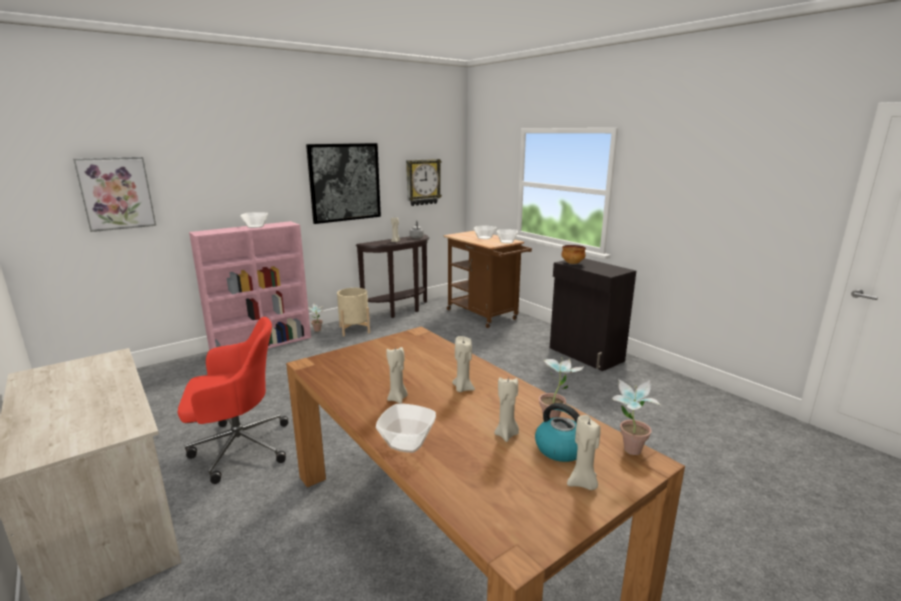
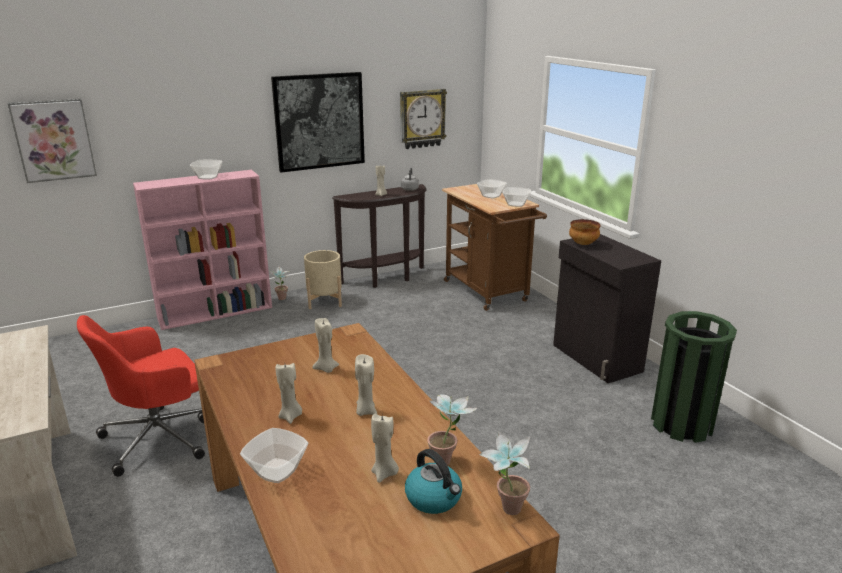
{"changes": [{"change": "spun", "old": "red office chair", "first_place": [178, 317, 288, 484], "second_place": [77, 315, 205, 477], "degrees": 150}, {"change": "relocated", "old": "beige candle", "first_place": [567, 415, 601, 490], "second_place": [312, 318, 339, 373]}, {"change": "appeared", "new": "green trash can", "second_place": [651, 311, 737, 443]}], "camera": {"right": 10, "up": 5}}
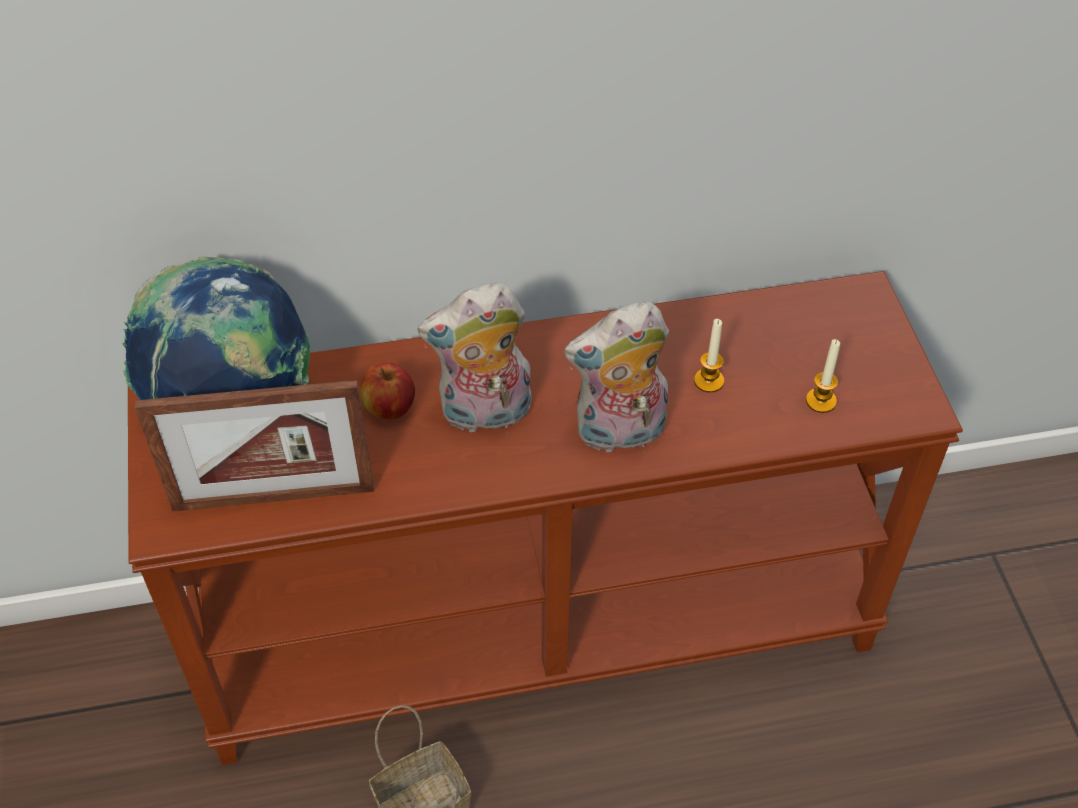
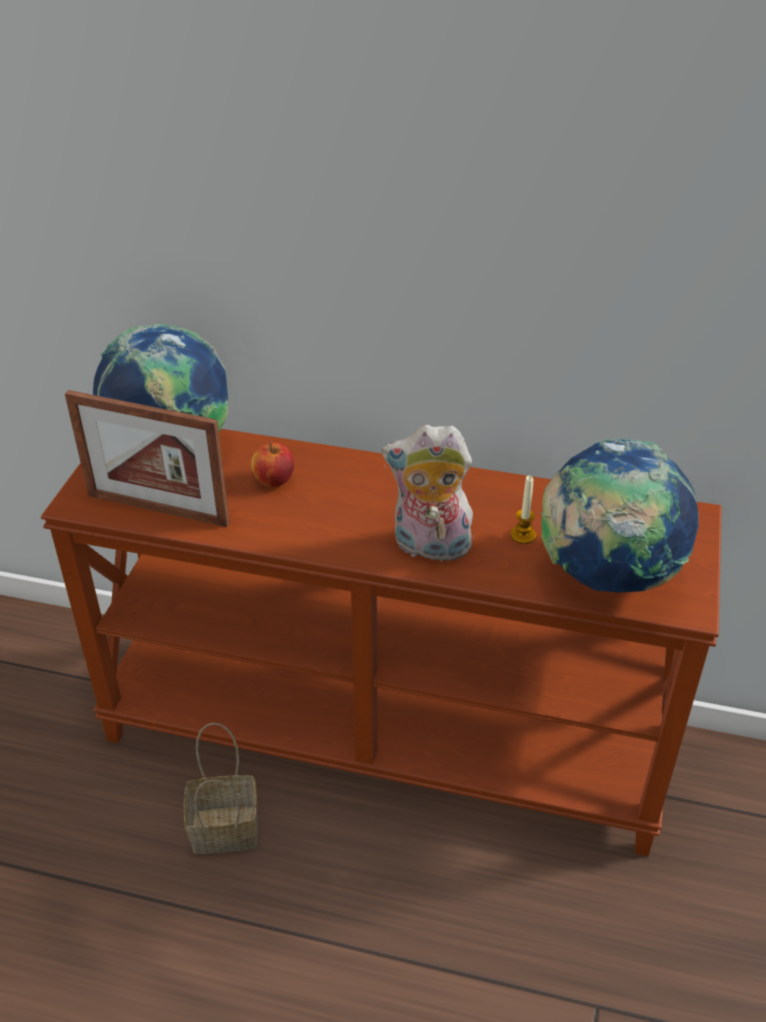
{"changes": [{"change": "exchanged", "old": "candle", "new": "globe", "first_place": [806, 339, 840, 413], "second_place": [541, 439, 699, 593]}, {"change": "missing", "old": "plush toy", "first_place": [418, 282, 532, 434]}], "camera": {"right": 25, "up": -10}}
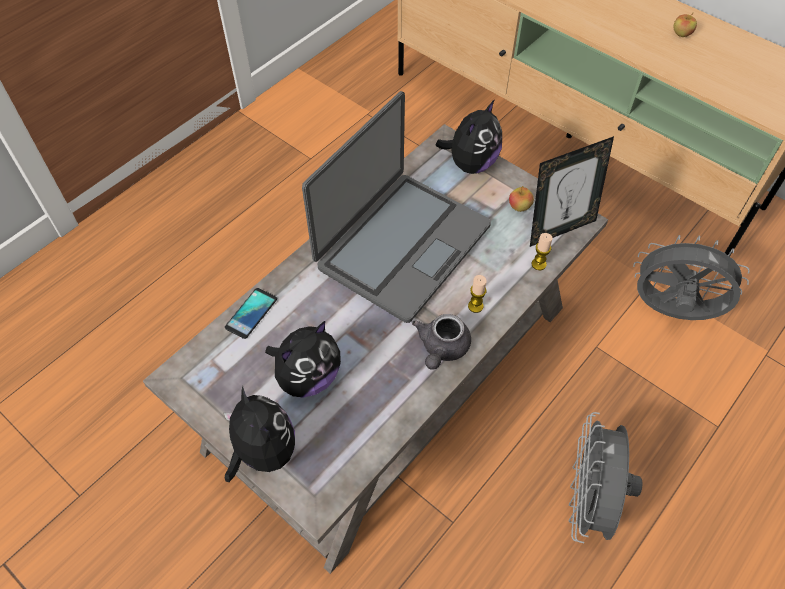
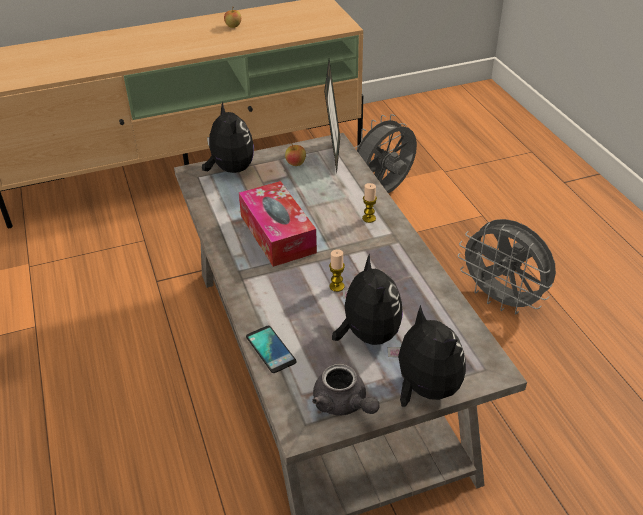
{"changes": [{"change": "exchanged", "old": "laptop", "new": "tissue box", "first_place": [302, 91, 491, 323], "second_place": [239, 181, 317, 267]}, {"change": "relocated", "old": "grey teapot", "first_place": [412, 314, 471, 370], "second_place": [312, 364, 380, 415]}, {"change": "relocated", "old": "candle", "first_place": [532, 233, 553, 270], "second_place": [329, 249, 345, 292]}, {"change": "spun", "old": "plush toy", "first_place": [224, 386, 295, 482], "second_place": [388, 305, 466, 407], "degrees": 60}], "camera": {"right": -60, "up": -15}}
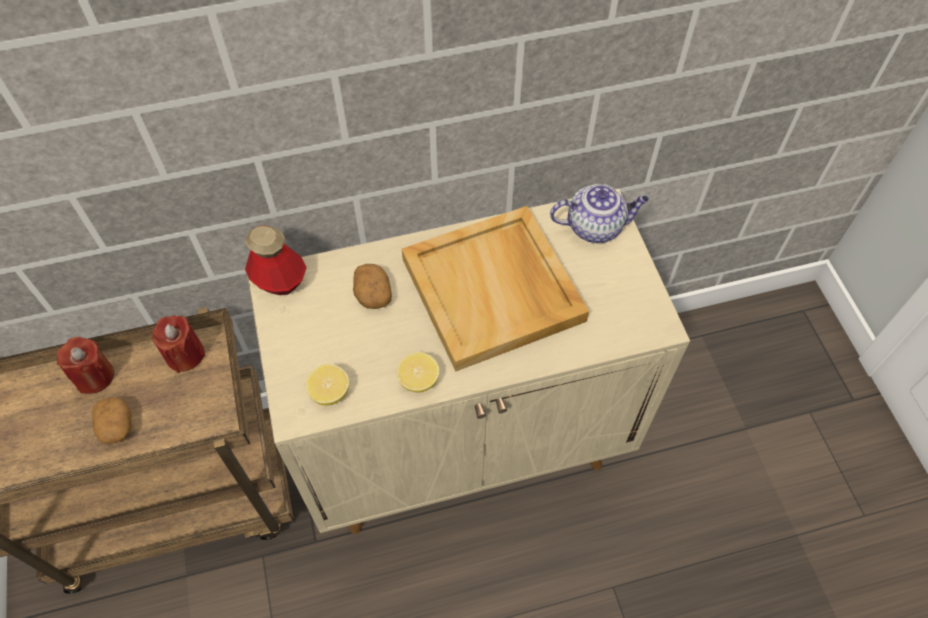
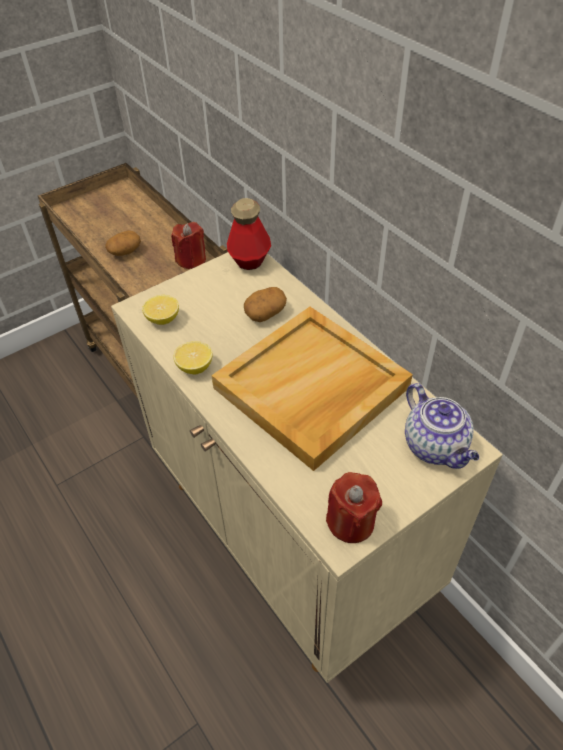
{"changes": [{"change": "relocated", "old": "red candle", "first_place": [57, 337, 114, 394], "second_place": [326, 472, 382, 543]}], "camera": {"right": 70, "up": -10}}
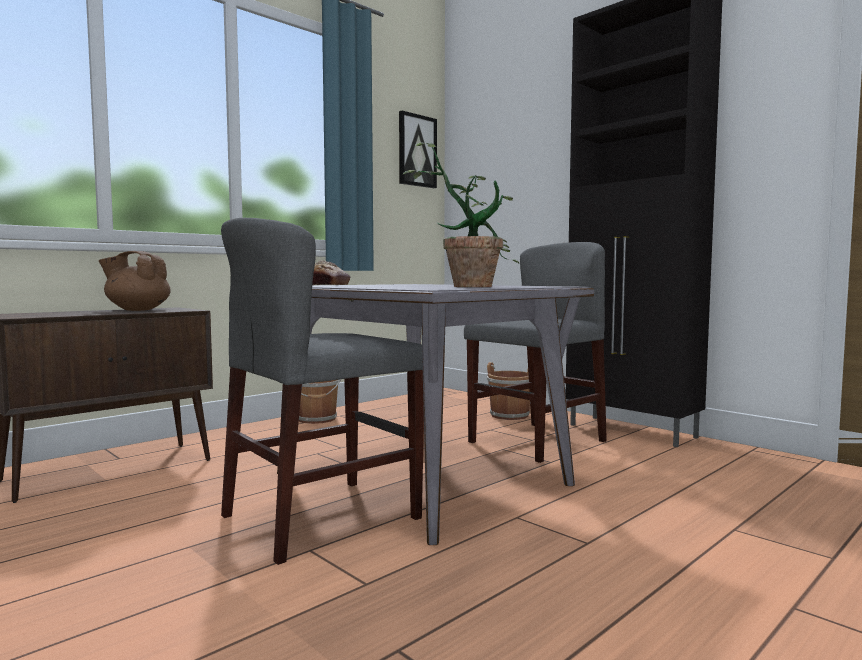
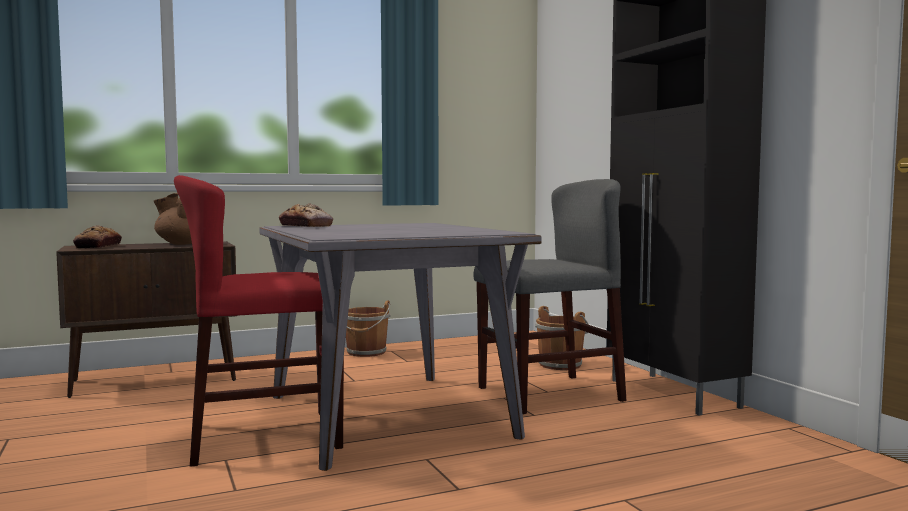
{"changes": [{"change": "appeared", "new": "bread", "second_place": [73, 225, 122, 249]}, {"change": "colour", "old": "grey chair", "new": "red chair", "first_place": [221, 218, 424, 565], "second_place": [174, 175, 344, 467]}, {"change": "missing", "old": "picture", "first_place": [399, 111, 437, 188]}, {"change": "missing", "old": "potted plant", "first_place": [403, 143, 519, 287]}], "camera": {"right": 20, "up": 0}}
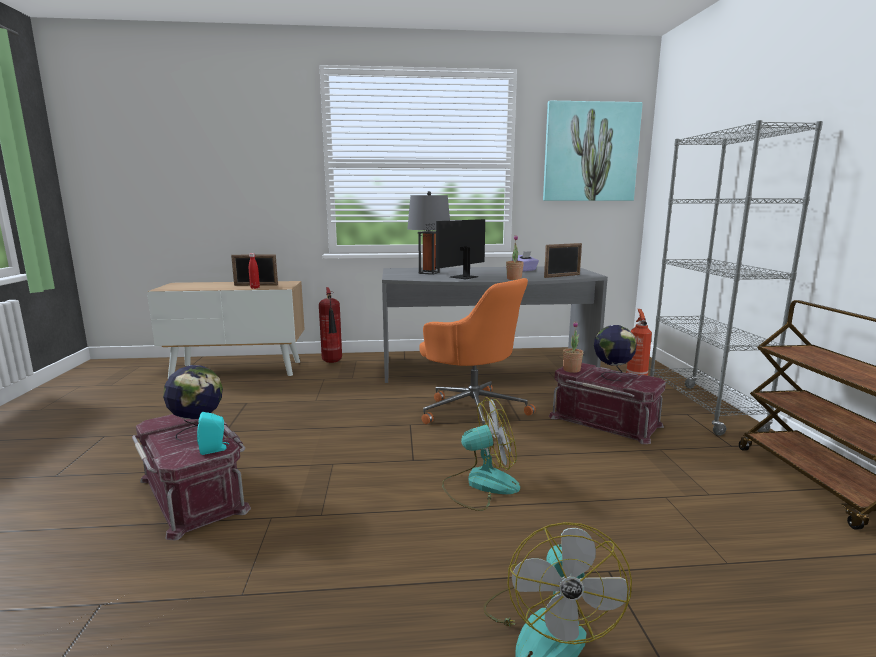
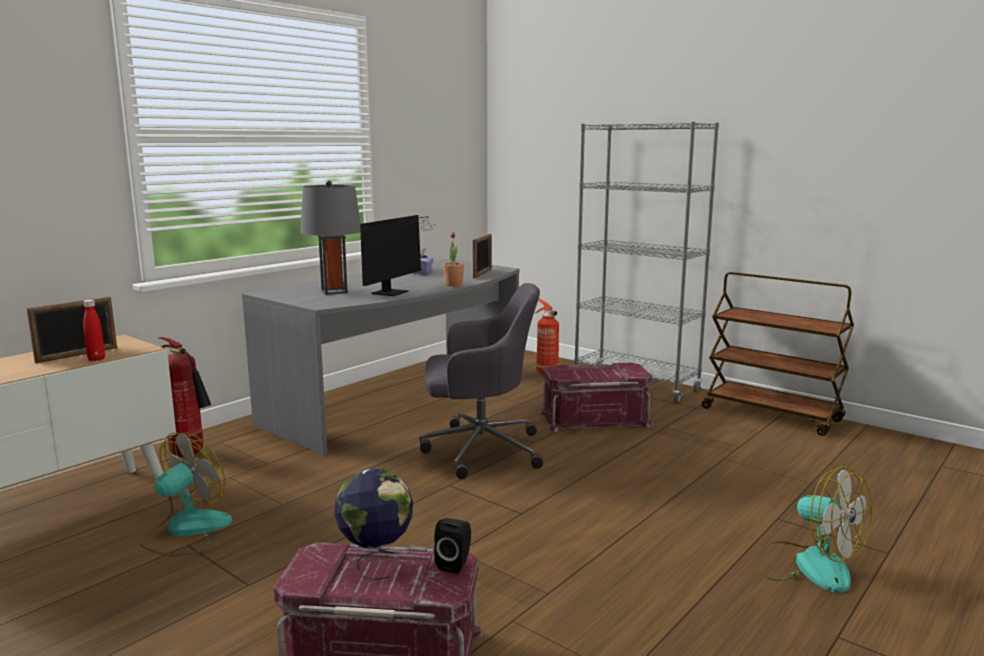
{"changes": [{"change": "relocated", "old": "fan", "first_place": [442, 397, 520, 511], "second_place": [140, 432, 232, 556]}, {"change": "spun", "old": "monitor", "first_place": [418, 219, 485, 279], "second_place": [360, 215, 435, 296], "degrees": -150}, {"change": "colour", "old": "orange office chair", "new": "grey office chair", "first_place": [419, 278, 536, 434], "second_place": [419, 283, 543, 479]}, {"change": "colour", "old": "turquoise speaker", "new": "black speaker", "first_place": [197, 412, 229, 455], "second_place": [434, 518, 471, 574]}, {"change": "missing", "old": "picture", "first_place": [543, 101, 643, 201]}, {"change": "missing", "old": "potted plant", "first_place": [563, 321, 583, 373]}, {"change": "missing", "old": "globe", "first_place": [594, 325, 637, 381]}], "camera": {"right": -45, "up": 0}}
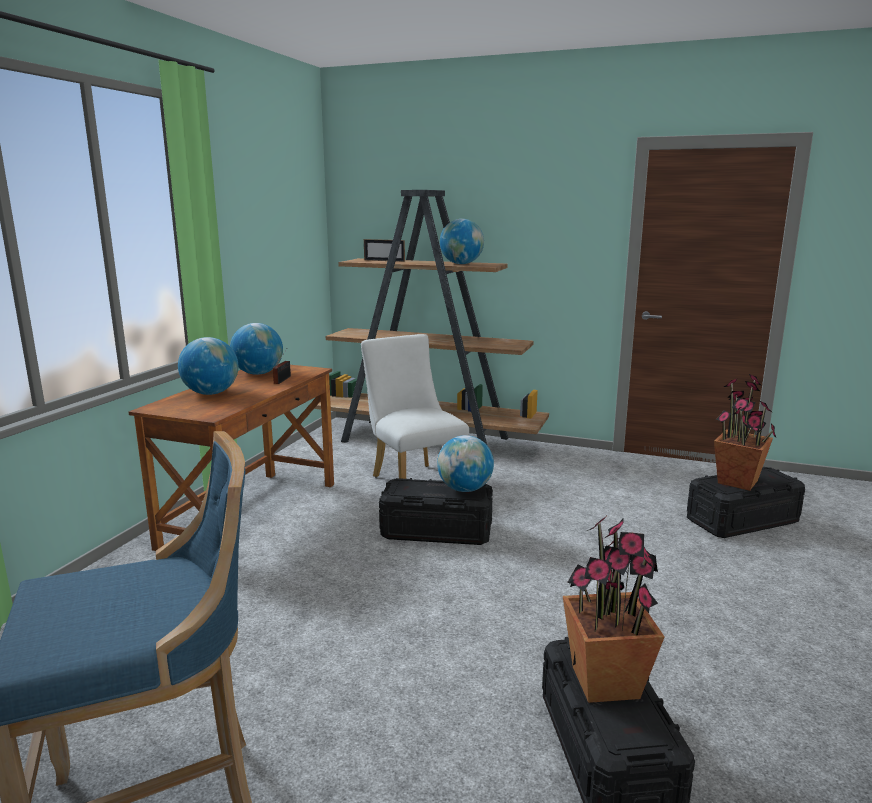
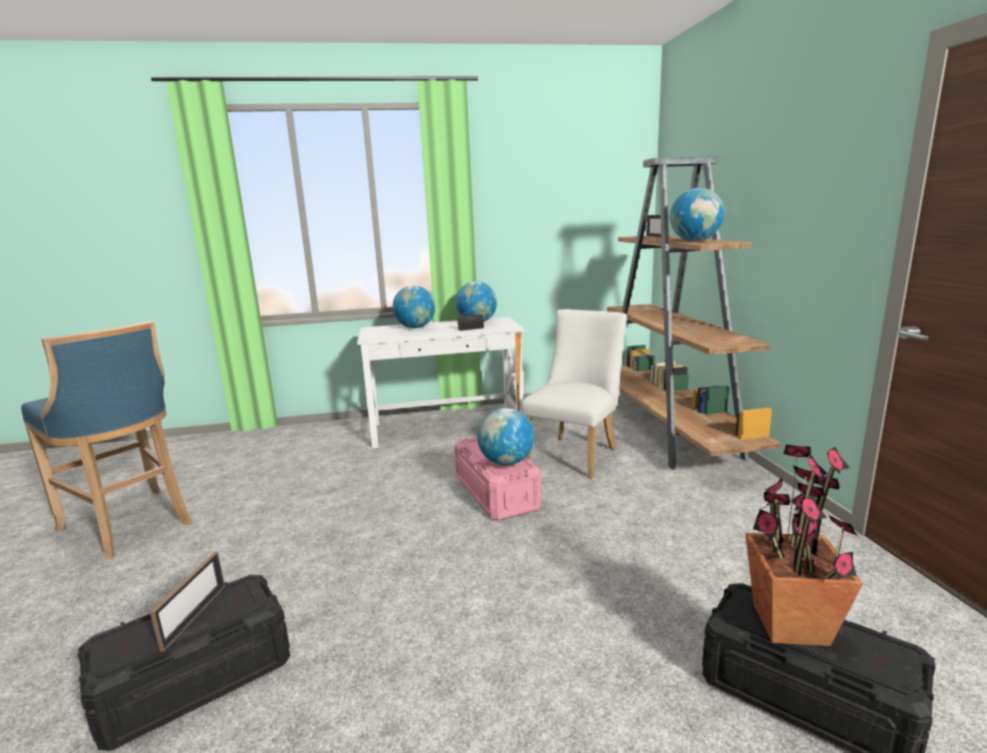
{"changes": [{"change": "exchanged", "old": "potted plant", "new": "picture frame", "first_place": [563, 517, 665, 703], "second_place": [150, 551, 225, 652]}, {"change": "colour", "old": "brown desk", "new": "white desk", "first_place": [129, 364, 334, 551], "second_place": [357, 317, 525, 449]}, {"change": "colour", "old": "black storage box", "new": "pink storage box", "first_place": [379, 478, 493, 545], "second_place": [454, 437, 541, 520]}], "camera": {"right": 60, "up": 0}}
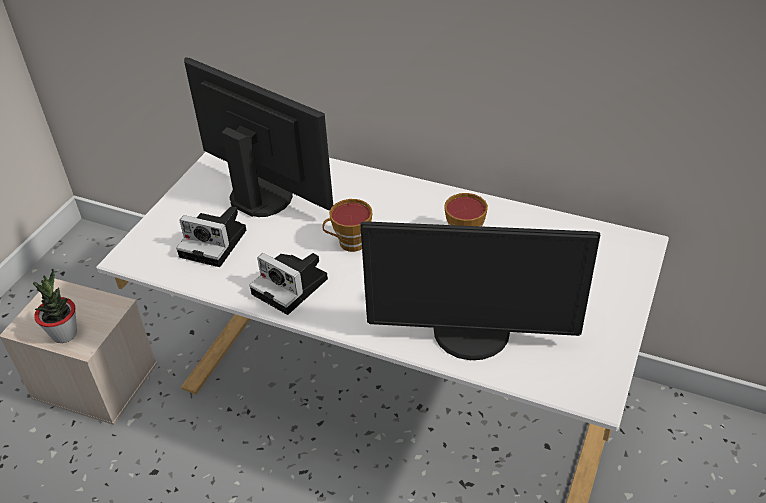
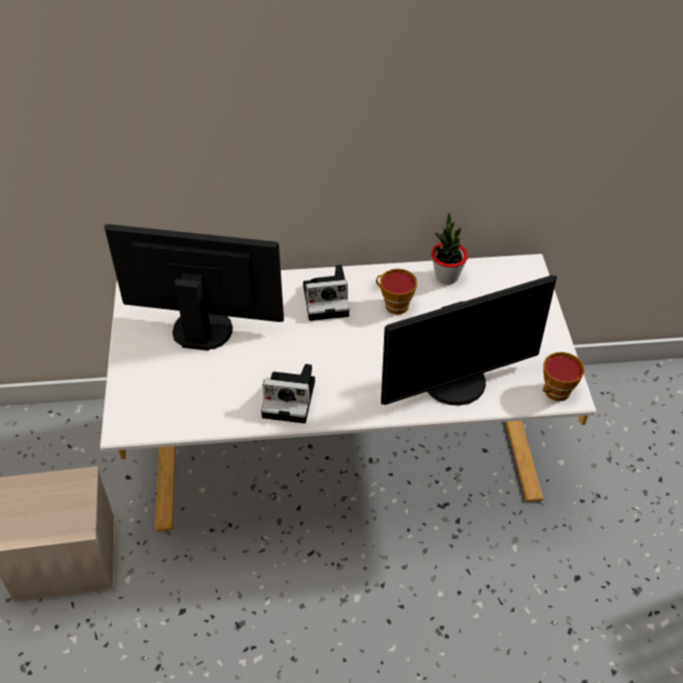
{"changes": [{"change": "relocated", "old": "photo camera", "first_place": [176, 207, 246, 267], "second_place": [303, 264, 350, 321]}, {"change": "relocated", "old": "potted plant", "first_place": [33, 268, 77, 343], "second_place": [431, 213, 468, 284]}, {"change": "relocated", "old": "cup", "first_place": [322, 199, 373, 252], "second_place": [543, 352, 585, 401]}], "camera": {"right": -30, "up": 5}}
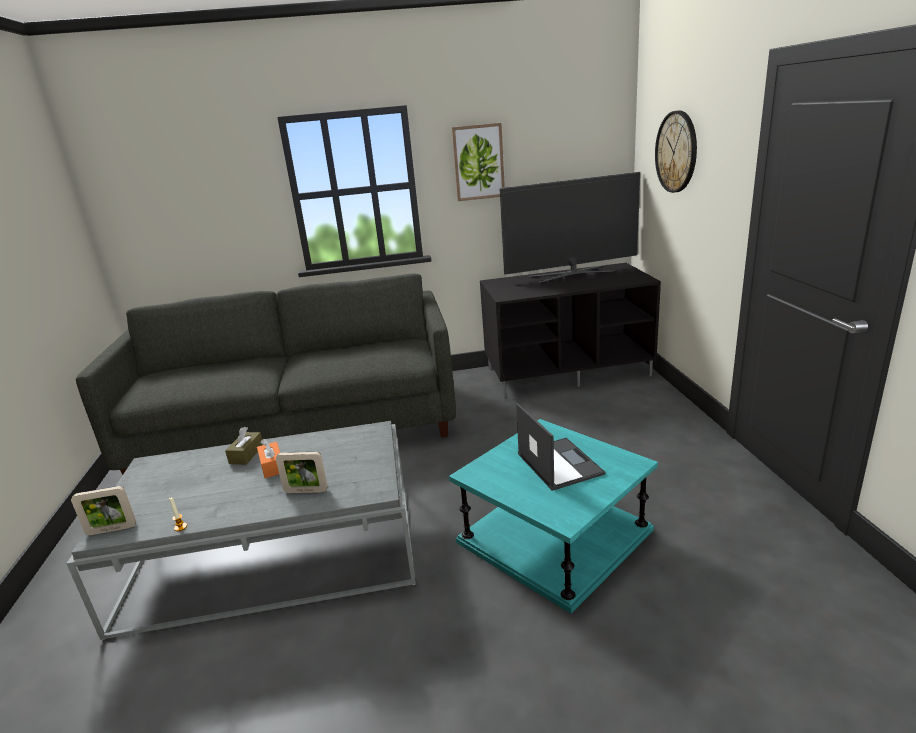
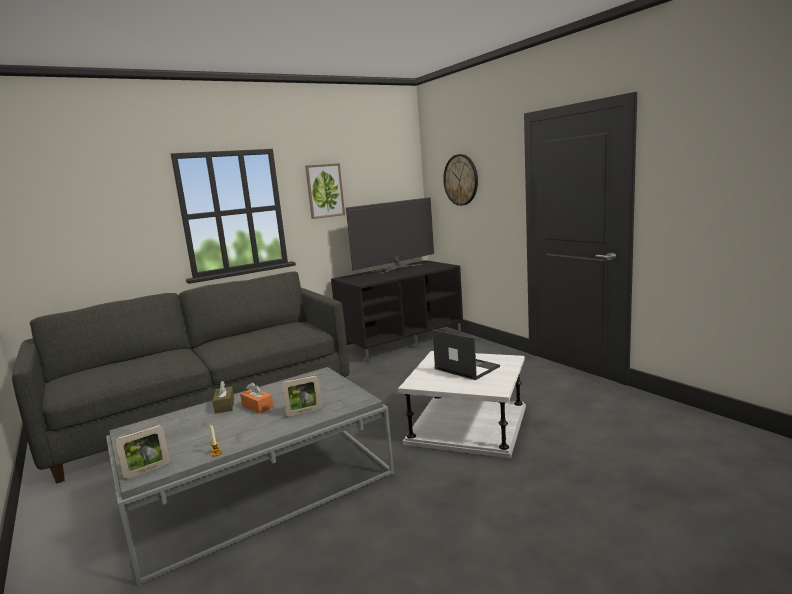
{"changes": [{"change": "colour", "old": "turquoise side table", "new": "white side table", "first_place": [449, 419, 658, 614], "second_place": [398, 351, 526, 458]}], "camera": {"right": -25, "up": -10}}
